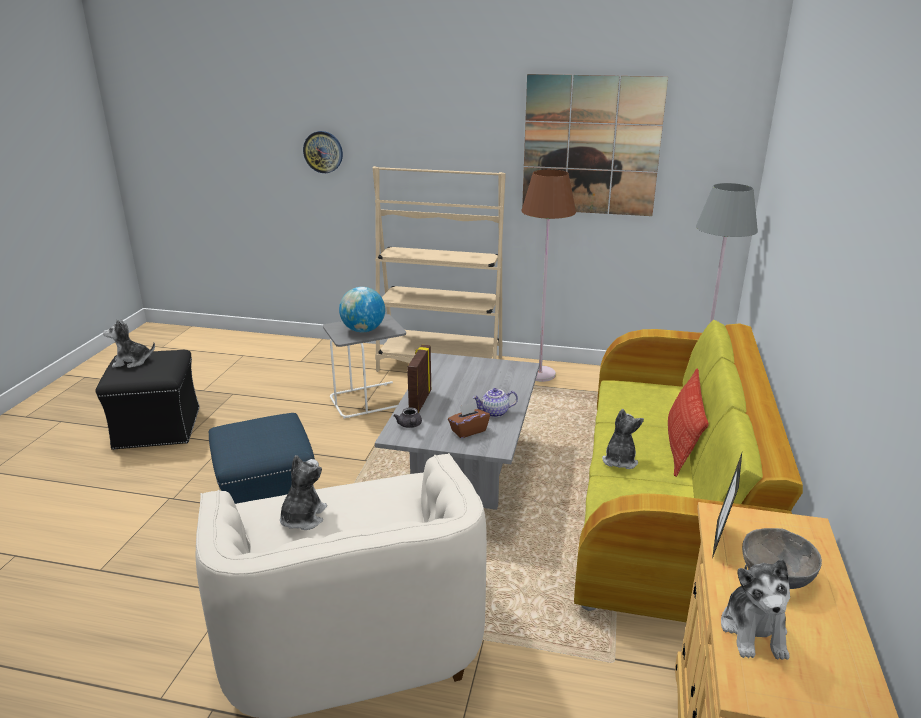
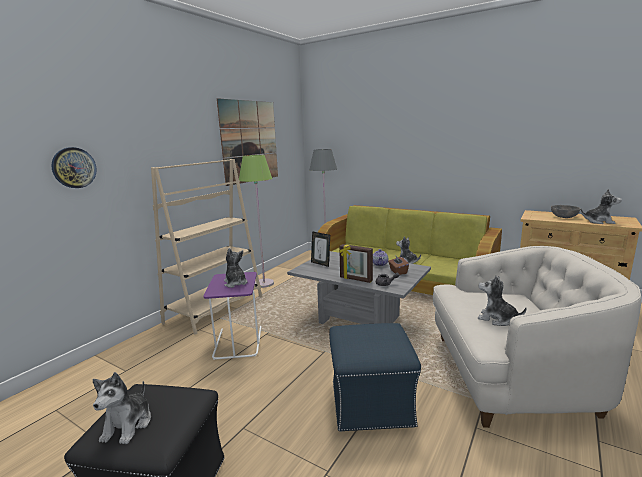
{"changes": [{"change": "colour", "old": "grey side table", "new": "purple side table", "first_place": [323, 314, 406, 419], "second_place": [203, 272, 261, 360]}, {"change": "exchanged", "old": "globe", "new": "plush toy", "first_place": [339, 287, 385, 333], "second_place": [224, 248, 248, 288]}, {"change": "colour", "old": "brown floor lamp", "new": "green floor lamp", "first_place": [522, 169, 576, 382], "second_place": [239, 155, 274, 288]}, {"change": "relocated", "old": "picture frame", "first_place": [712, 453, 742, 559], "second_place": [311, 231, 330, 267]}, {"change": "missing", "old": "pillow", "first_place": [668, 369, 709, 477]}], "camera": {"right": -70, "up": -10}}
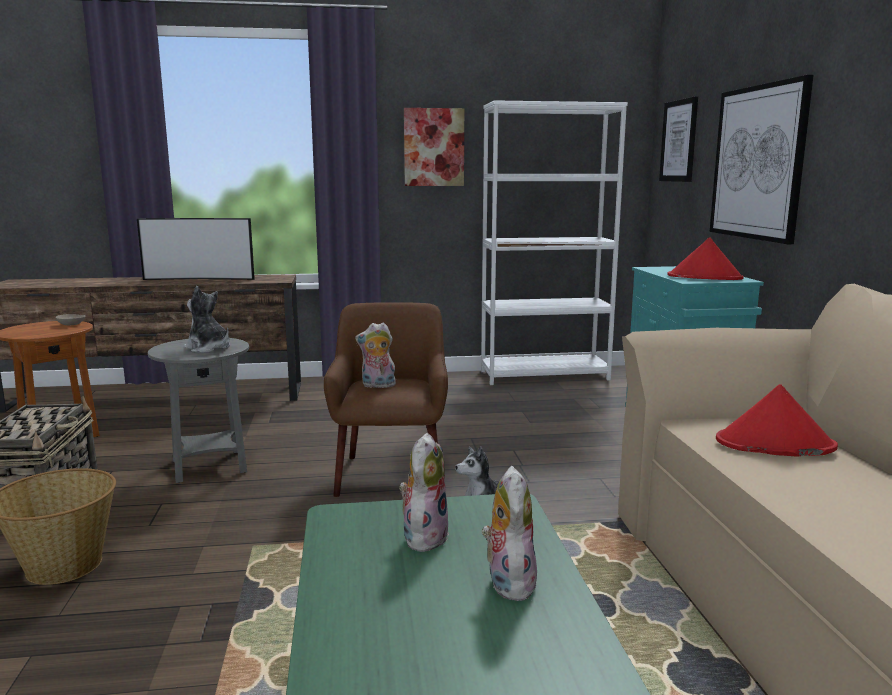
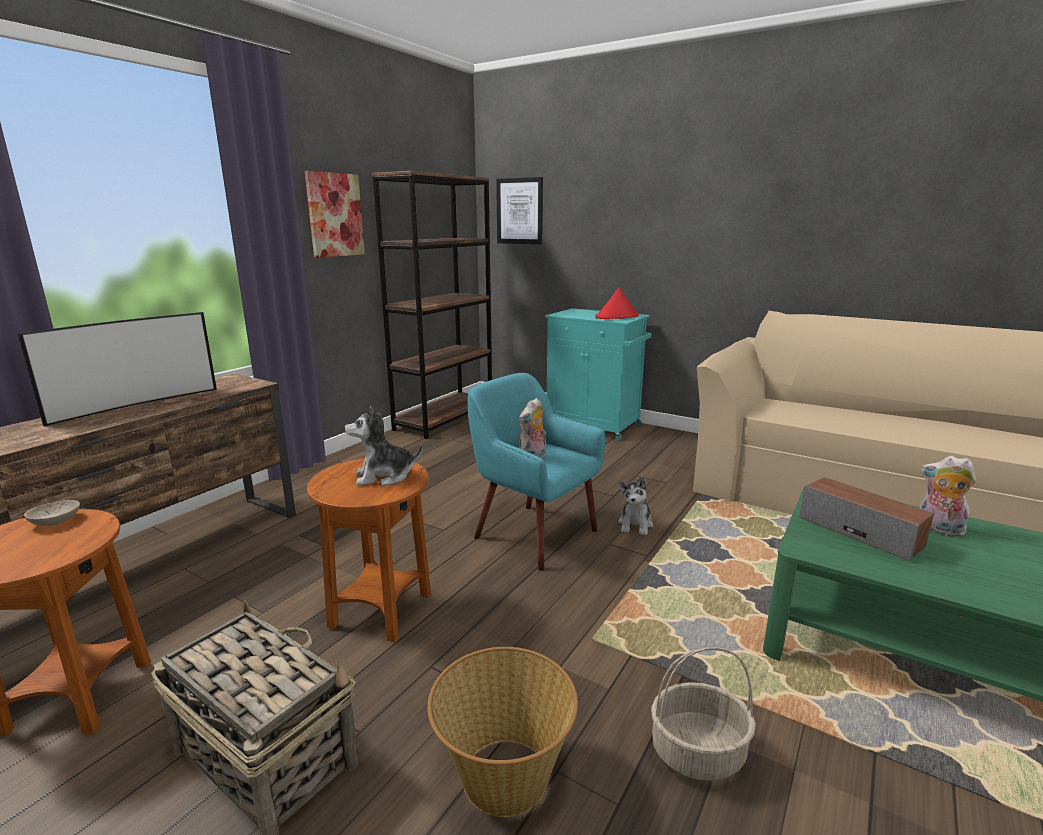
{"changes": [{"change": "colour", "old": "grey side table", "new": "brown side table", "first_place": [148, 338, 249, 483], "second_place": [307, 458, 431, 643]}, {"change": "colour", "old": "white bookcase", "new": "brown bookcase", "first_place": [481, 100, 628, 385], "second_place": [372, 171, 492, 439]}, {"change": "colour", "old": "brown armchair", "new": "turquoise armchair", "first_place": [324, 302, 448, 497], "second_place": [468, 373, 605, 571]}, {"change": "appeared", "new": "basket", "second_place": [651, 647, 756, 781]}, {"change": "exchanged", "old": "plush toy", "new": "speaker", "first_place": [399, 433, 449, 553], "second_place": [799, 477, 934, 561]}, {"change": "missing", "old": "picture", "first_place": [710, 75, 814, 244]}, {"change": "missing", "old": "red hat", "first_place": [716, 384, 838, 456]}], "camera": {"right": -50, "up": 5}}
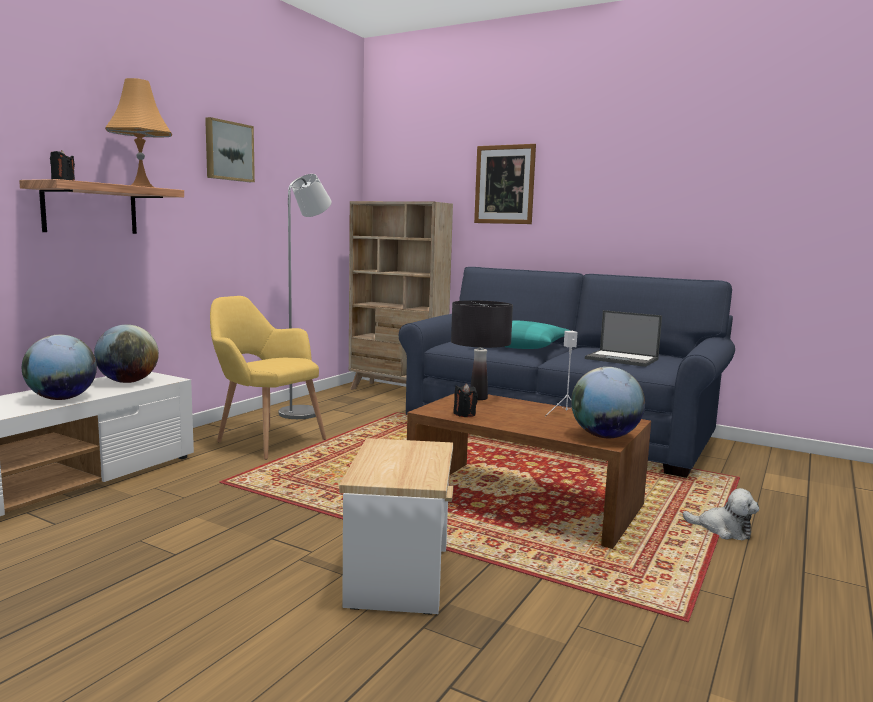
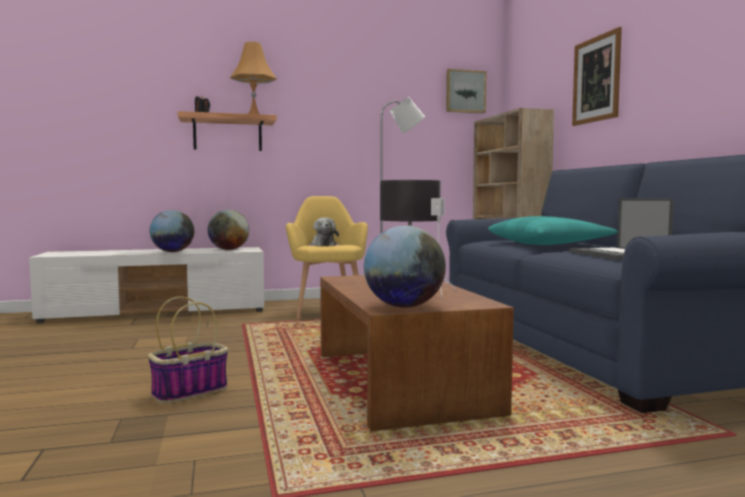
{"changes": [{"change": "exchanged", "old": "side table", "new": "basket", "first_place": [339, 438, 454, 615], "second_place": [148, 296, 228, 403]}, {"change": "relocated", "old": "plush toy", "first_place": [683, 488, 759, 540], "second_place": [311, 217, 339, 246]}, {"change": "relocated", "old": "picture", "first_place": [205, 117, 255, 182], "second_place": [446, 69, 487, 113]}, {"change": "missing", "old": "black candle", "first_place": [453, 384, 478, 417]}], "camera": {"right": 45, "up": -5}}
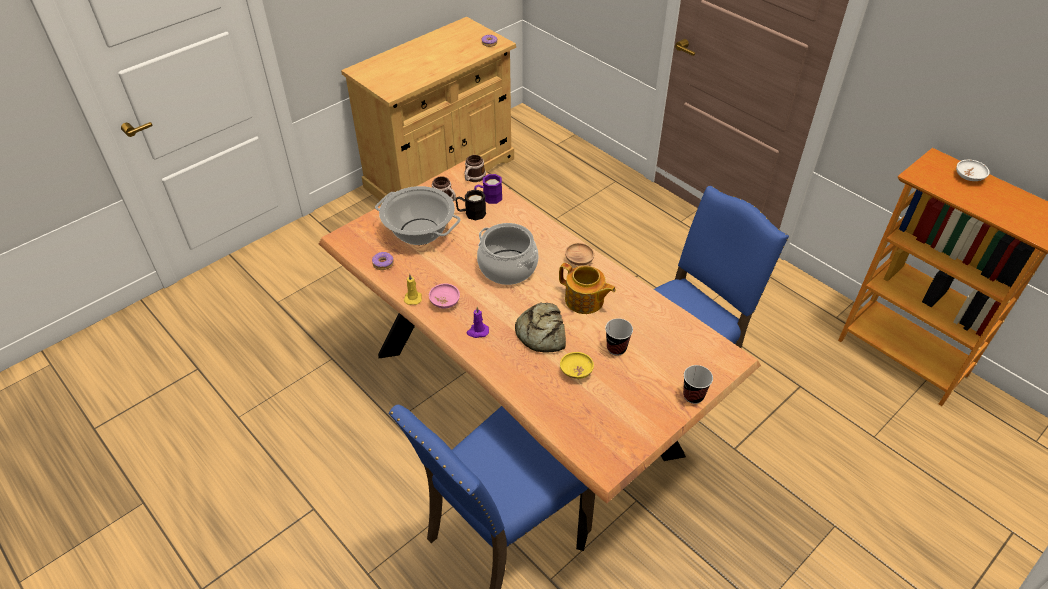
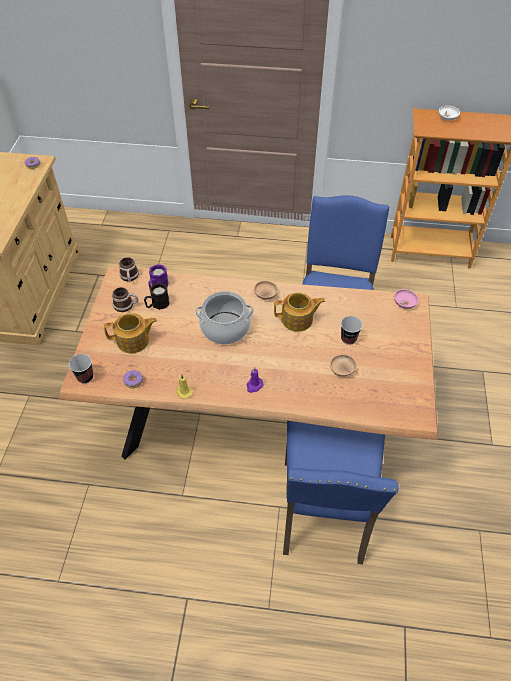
{"changes": [{"change": "relocated", "old": "cup", "first_place": [683, 365, 713, 404], "second_place": [69, 354, 93, 384]}, {"change": "exchanged", "old": "cooking pot", "new": "teapot", "first_place": [375, 186, 461, 245], "second_place": [104, 313, 157, 353]}, {"change": "colour", "old": "yellow bowl", "new": "brown bowl", "first_place": [560, 352, 594, 379], "second_place": [330, 354, 357, 376]}, {"change": "relocated", "old": "pink bowl", "first_place": [429, 283, 460, 309], "second_place": [394, 289, 419, 309]}, {"change": "missing", "old": "bread", "first_place": [515, 302, 566, 353]}], "camera": {"right": -40, "up": 5}}
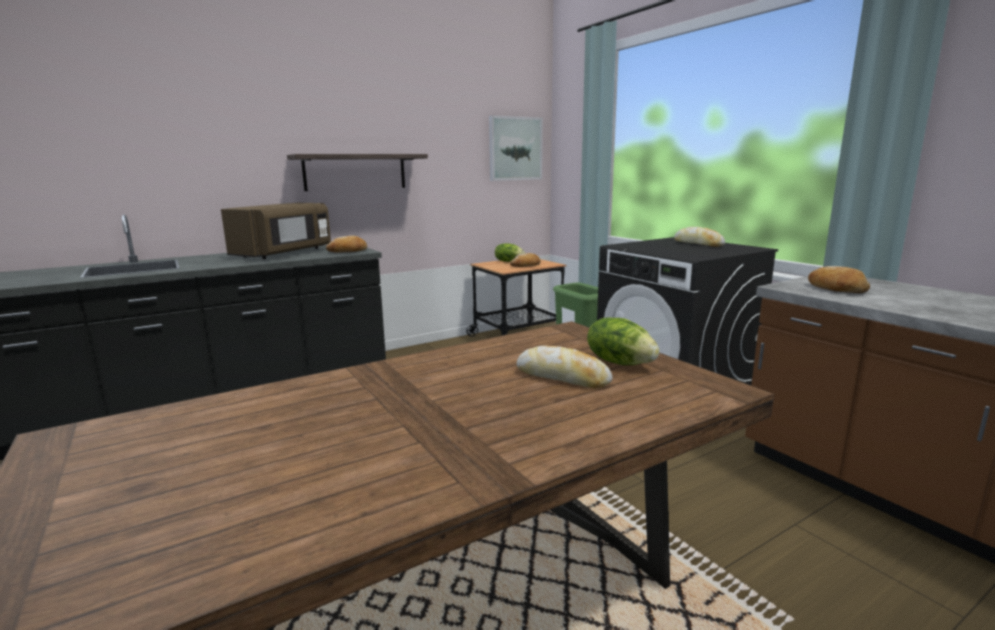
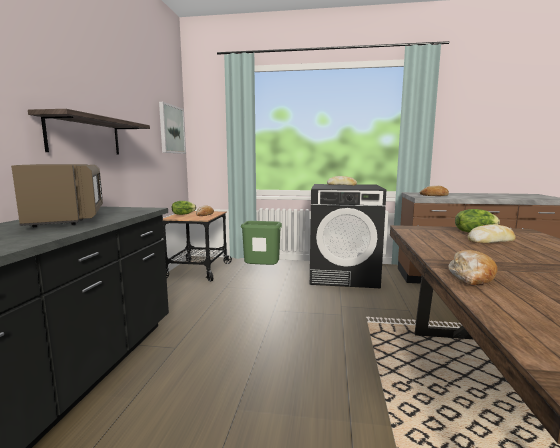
{"changes": [{"change": "relocated", "old": "bread", "first_place": [326, 236, 367, 253], "second_place": [449, 250, 497, 285]}], "camera": {"right": -50, "up": -5}}
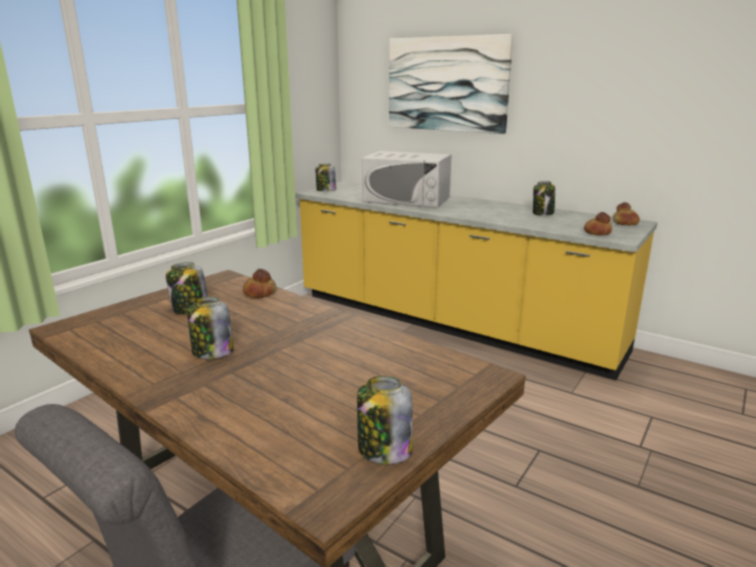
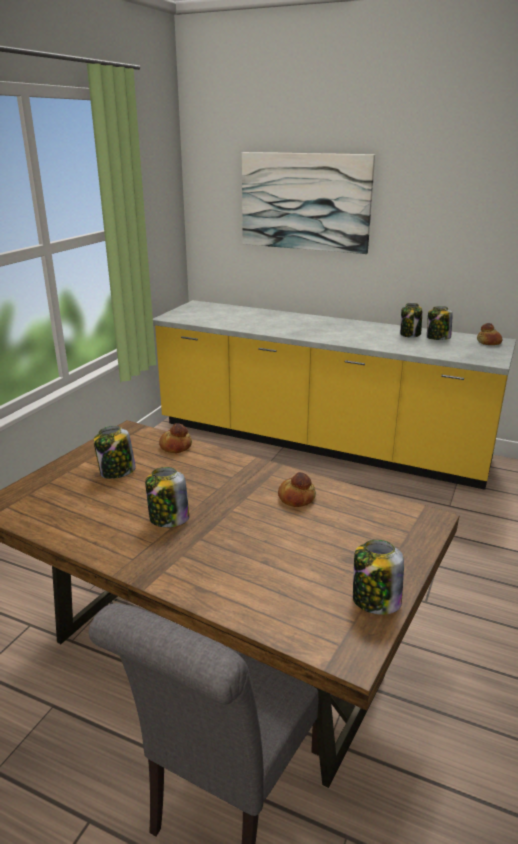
{"changes": [{"change": "relocated", "old": "bread", "first_place": [584, 212, 612, 236], "second_place": [278, 472, 316, 507]}, {"change": "relocated", "old": "jar", "first_place": [316, 164, 336, 191], "second_place": [427, 306, 453, 340]}, {"change": "missing", "old": "white microwave", "first_place": [362, 151, 452, 208]}], "camera": {"right": -10, "up": 5}}
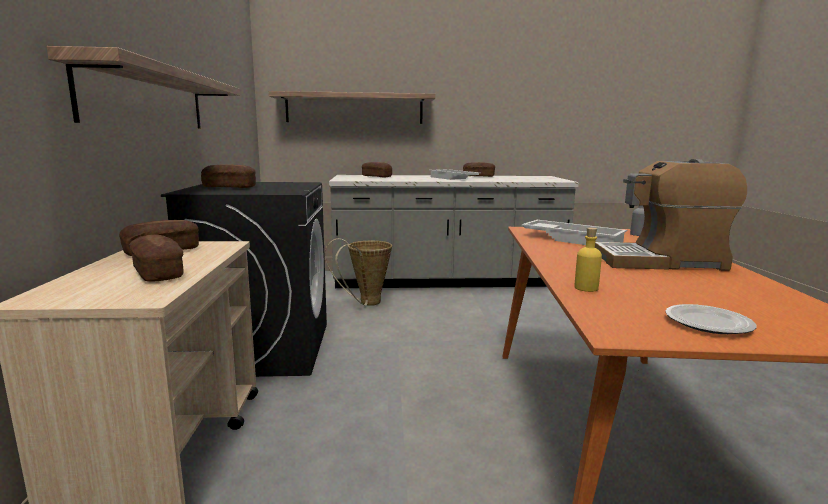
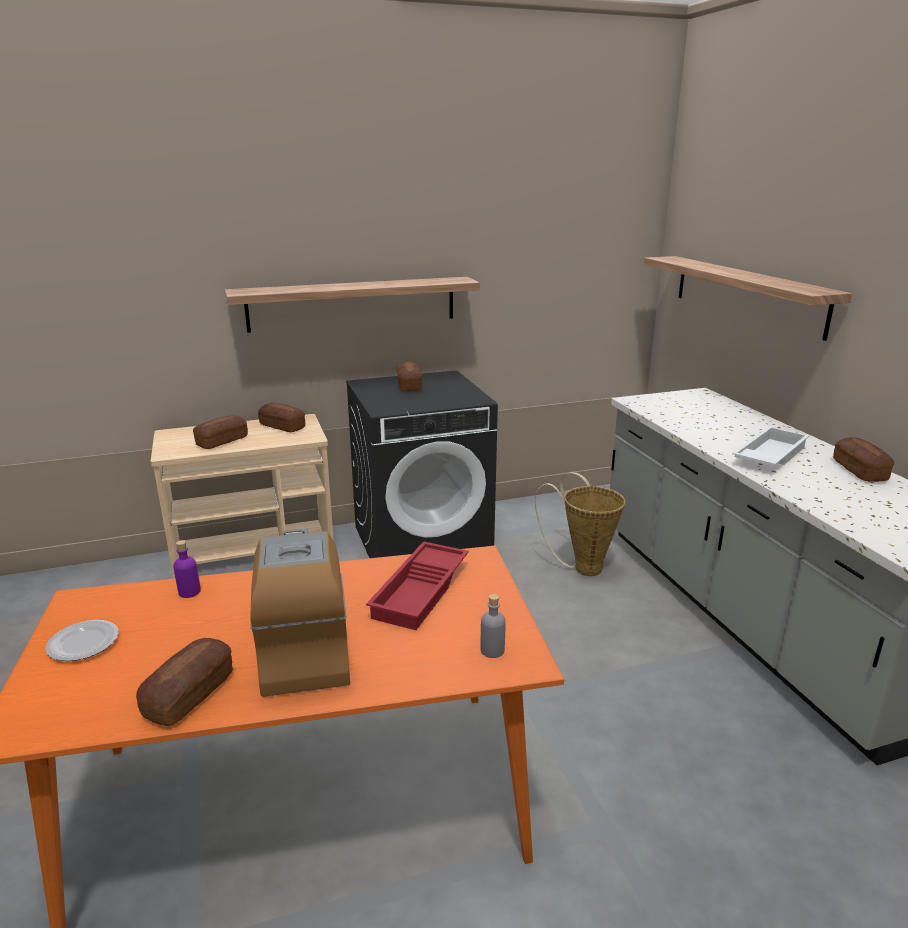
{"changes": [{"change": "relocated", "old": "bread", "first_place": [362, 162, 392, 177], "second_place": [136, 638, 233, 726]}, {"change": "colour", "old": "yellow bottle", "new": "purple bottle", "first_place": [574, 227, 602, 292], "second_place": [173, 540, 201, 598]}, {"change": "colour", "old": "white tray", "new": "red tray", "first_place": [522, 220, 627, 245], "second_place": [366, 541, 469, 630]}], "camera": {"right": 75, "up": 10}}
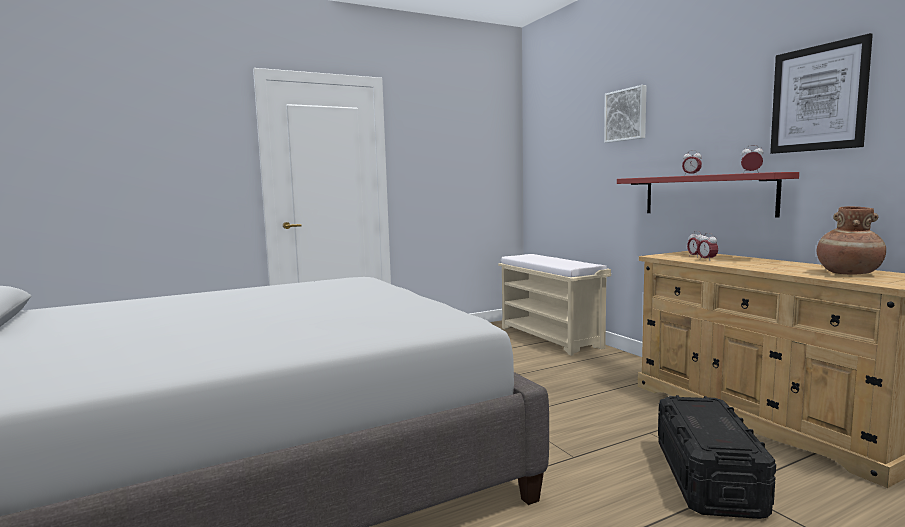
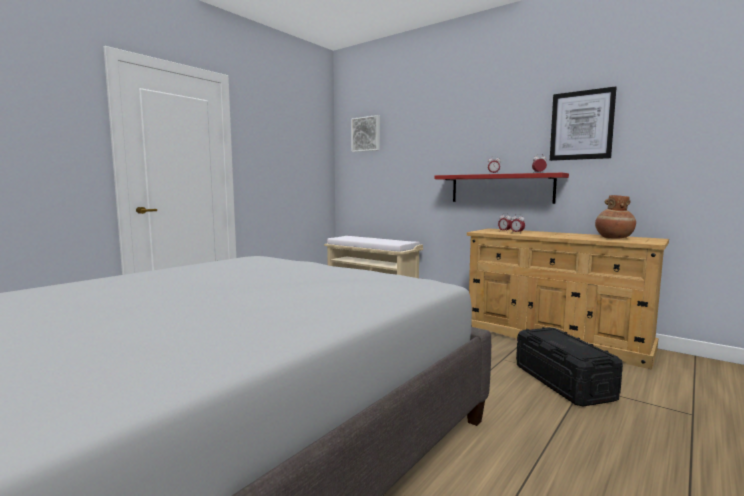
{"changes": [{"change": "relocated", "old": "picture", "first_place": [604, 85, 647, 143], "second_place": [351, 115, 380, 152]}], "camera": {"right": -25, "up": 0}}
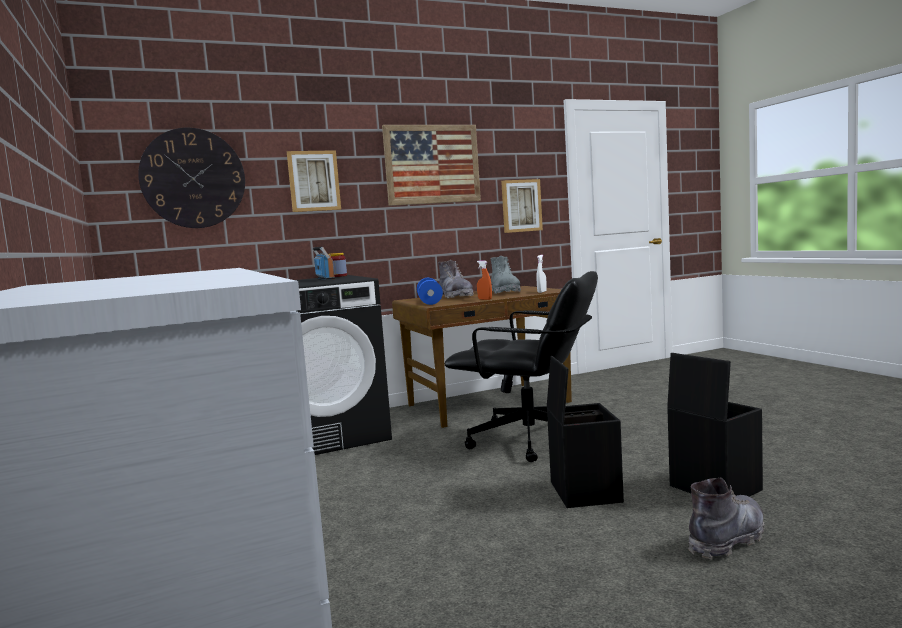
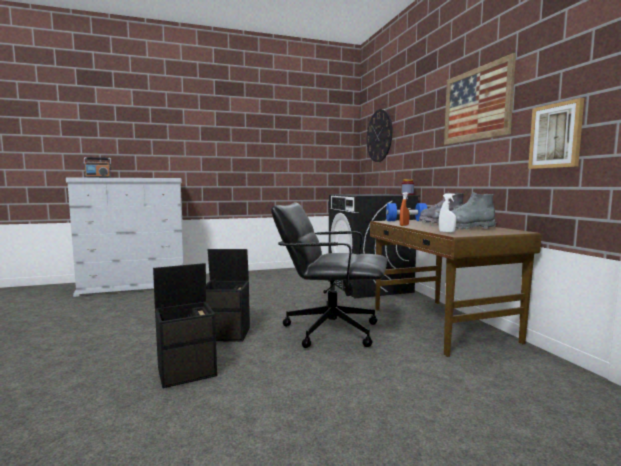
{"changes": [{"change": "relocated", "old": "radio", "first_place": [313, 247, 335, 280], "second_place": [83, 157, 111, 178]}, {"change": "spun", "old": "black office chair", "first_place": [445, 271, 598, 462], "second_place": [271, 202, 387, 348], "degrees": 75}, {"change": "missing", "old": "picture", "first_place": [287, 150, 341, 212]}, {"change": "missing", "old": "grey boot", "first_place": [688, 478, 765, 559]}], "camera": {"right": 95, "up": 0}}
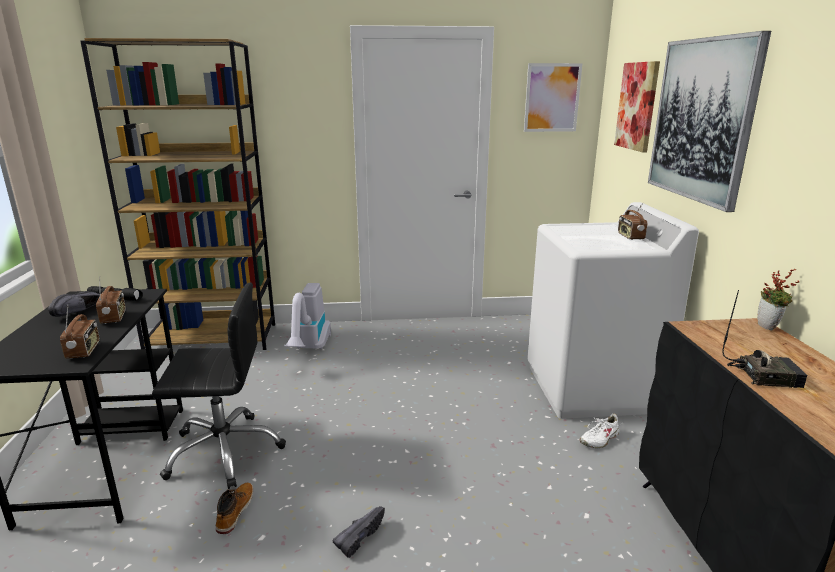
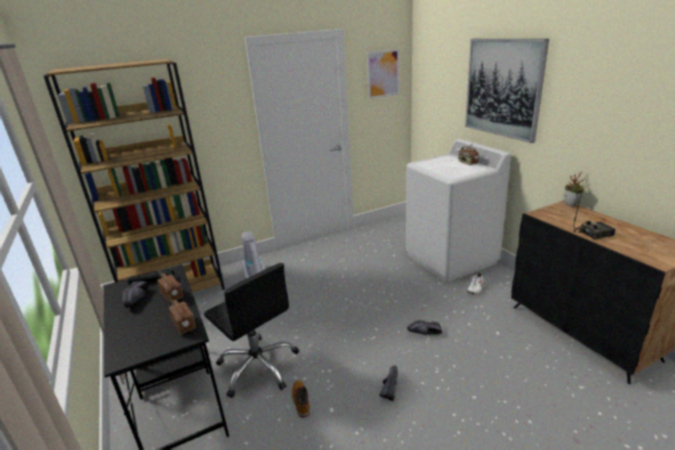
{"changes": [{"change": "spun", "old": "black office chair", "first_place": [152, 283, 286, 489], "second_place": [204, 263, 299, 398], "degrees": 75}, {"change": "appeared", "new": "black shoe", "second_place": [407, 320, 442, 335]}, {"change": "missing", "old": "picture", "first_place": [614, 61, 660, 153]}], "camera": {"right": -20, "up": 5}}
